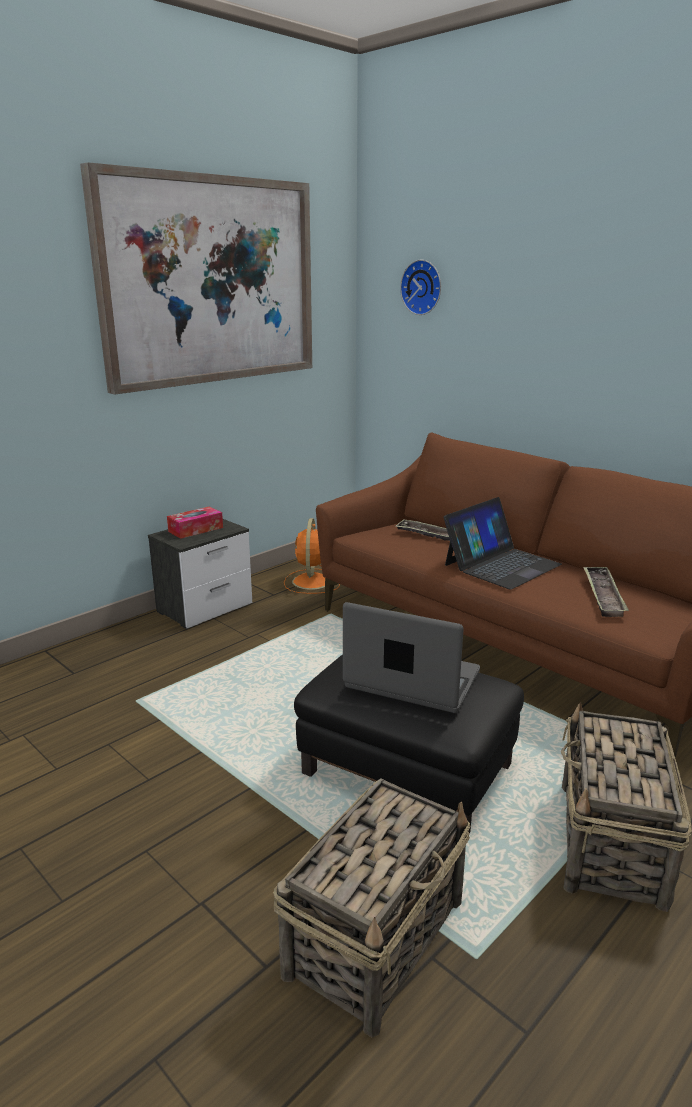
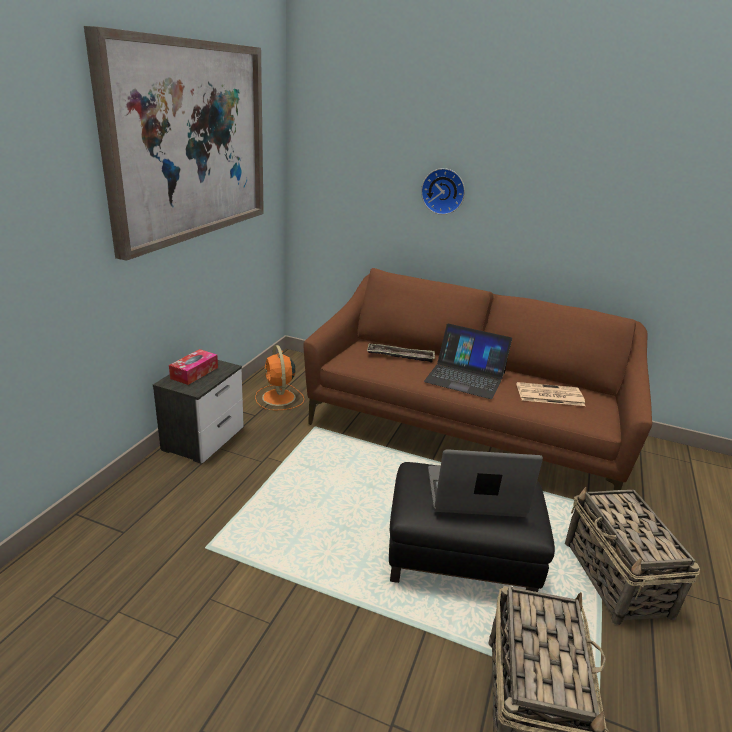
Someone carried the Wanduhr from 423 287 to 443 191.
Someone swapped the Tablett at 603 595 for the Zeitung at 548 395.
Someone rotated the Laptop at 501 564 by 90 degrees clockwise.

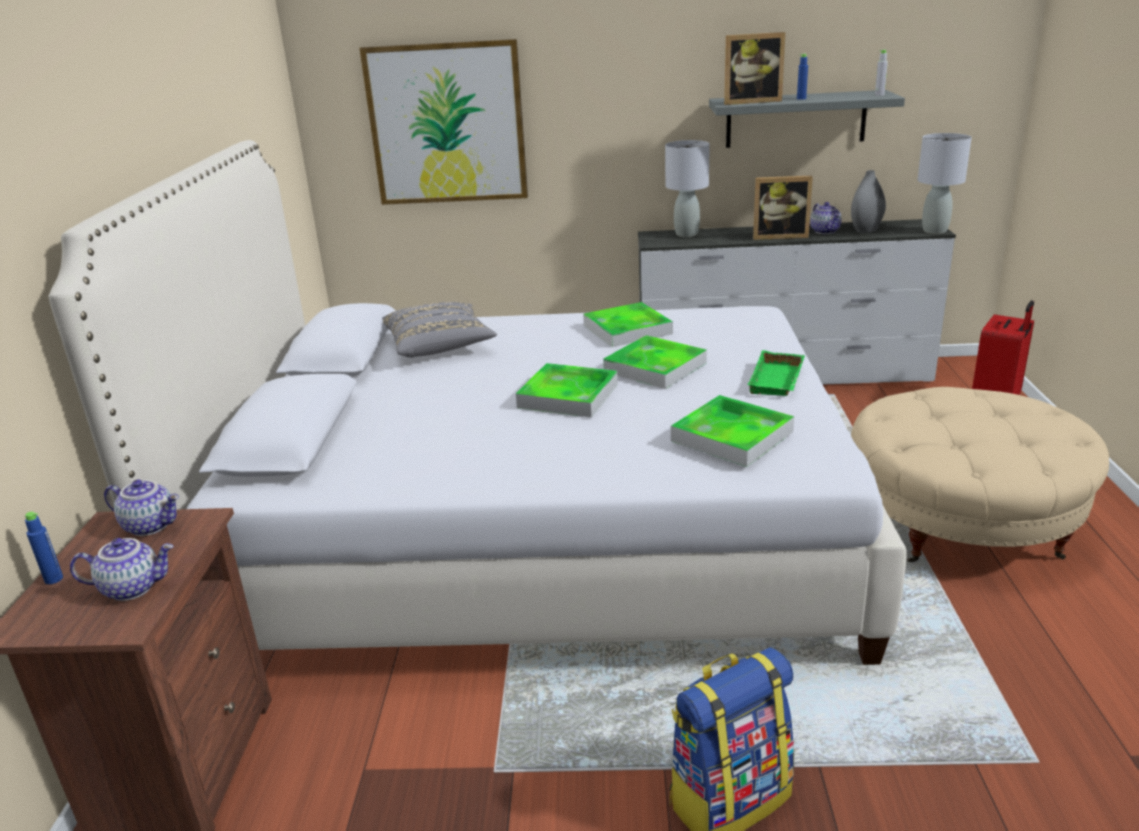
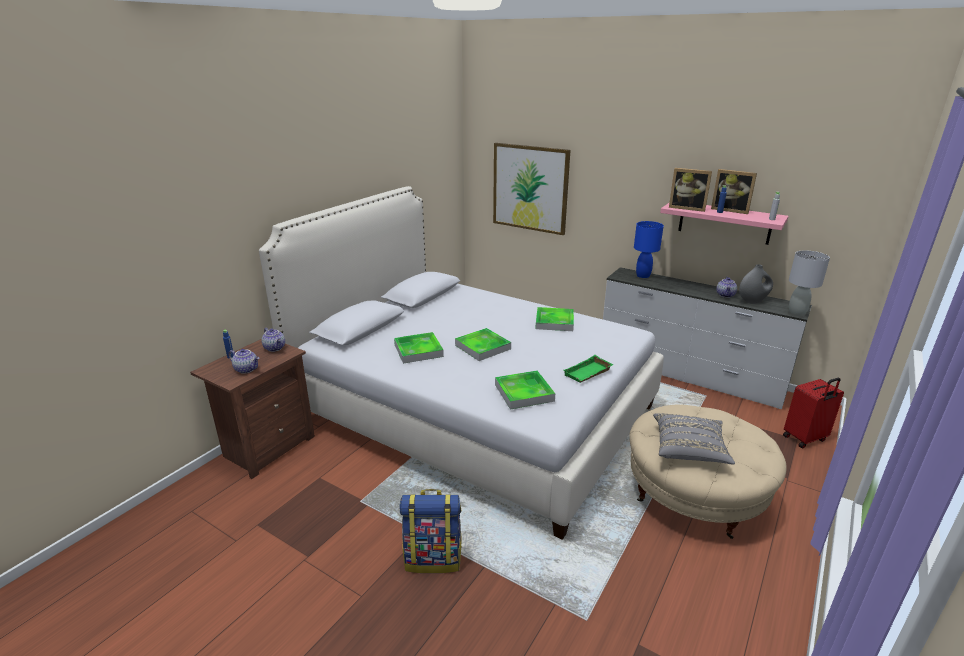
Someone carried the Kissen/grau from 439 347 to 689 449.
Someone carried the Tablett from 655 367 to 418 350.
Someone carried the Bilderrahmen from 779 236 to 730 210.
Someone repainted the Tischlampe/grau at 686 234, which became the Tischlampe/blau at 643 275.
Someone repainted the Wandregal/grau at 795 119, which became the Wandregal/rosa at 724 222.

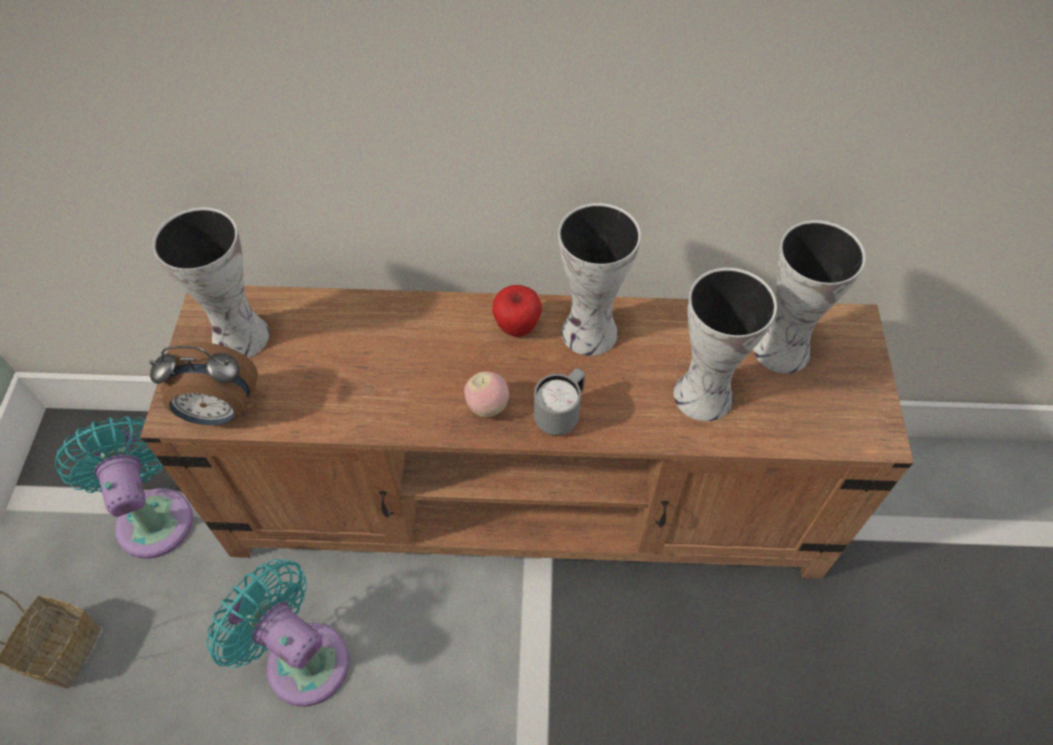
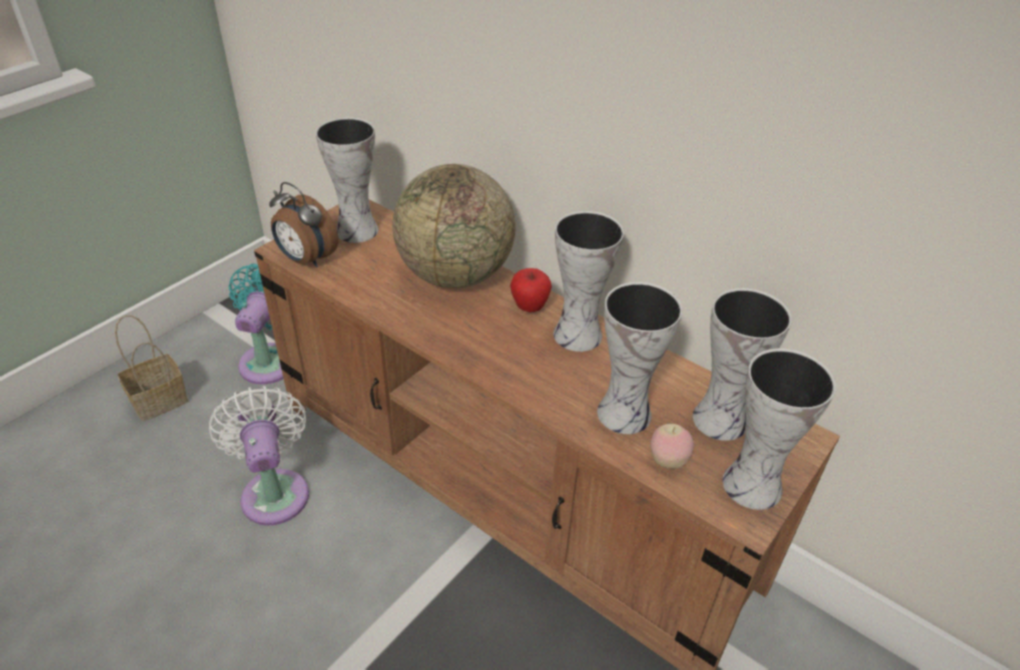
Someone took away the Henkelbecher/grau at 560 415.
Someone put down the Globus at 455 275.
Someone put down the Vase at 749 483.
Someone carried the Apfel from 487 407 to 667 461.
Someone repainted the Ventilator/türkis at 301 658, which became the Ventilator/weiß at 274 491.

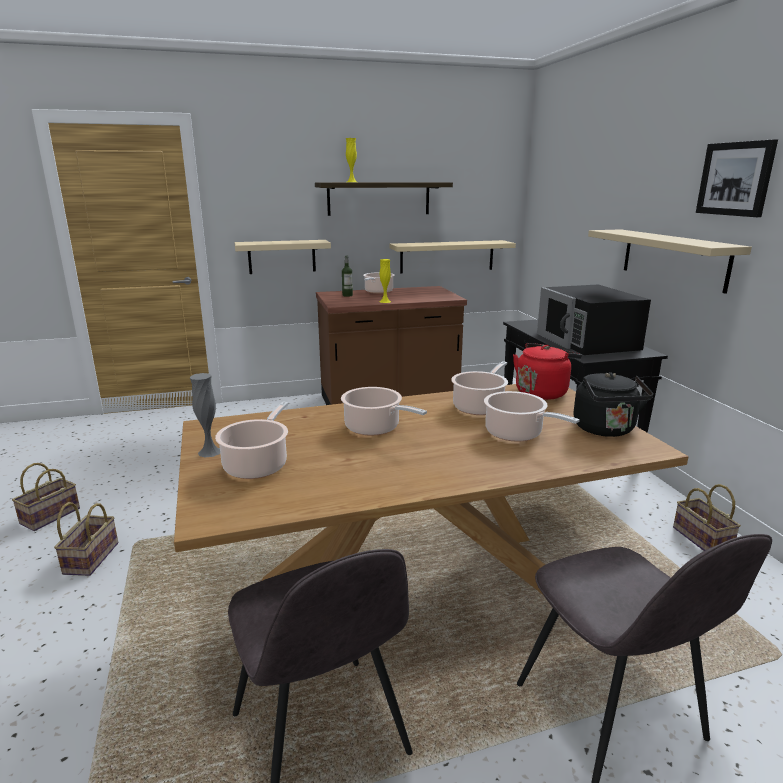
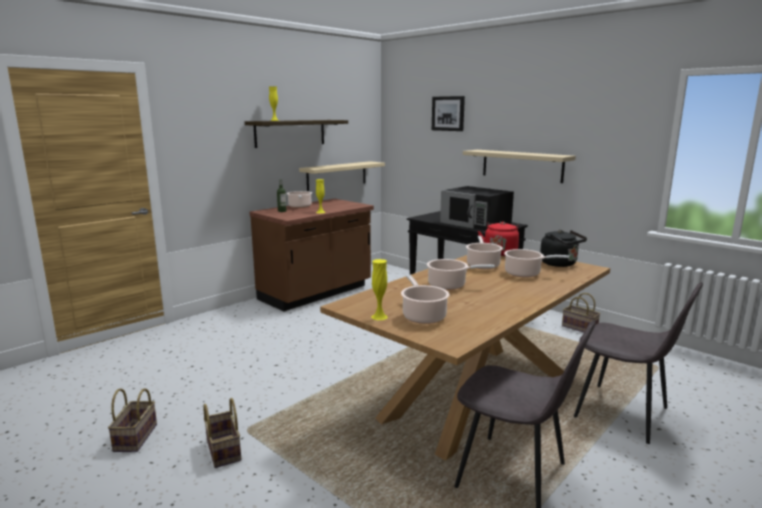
Someone took away the Wandregal/beige at 282 256.
Someone carried the Bild from 735 179 to 448 113.
Someone repainted the Vase/grau at 209 452, which became the Vase/gelb at 379 317.

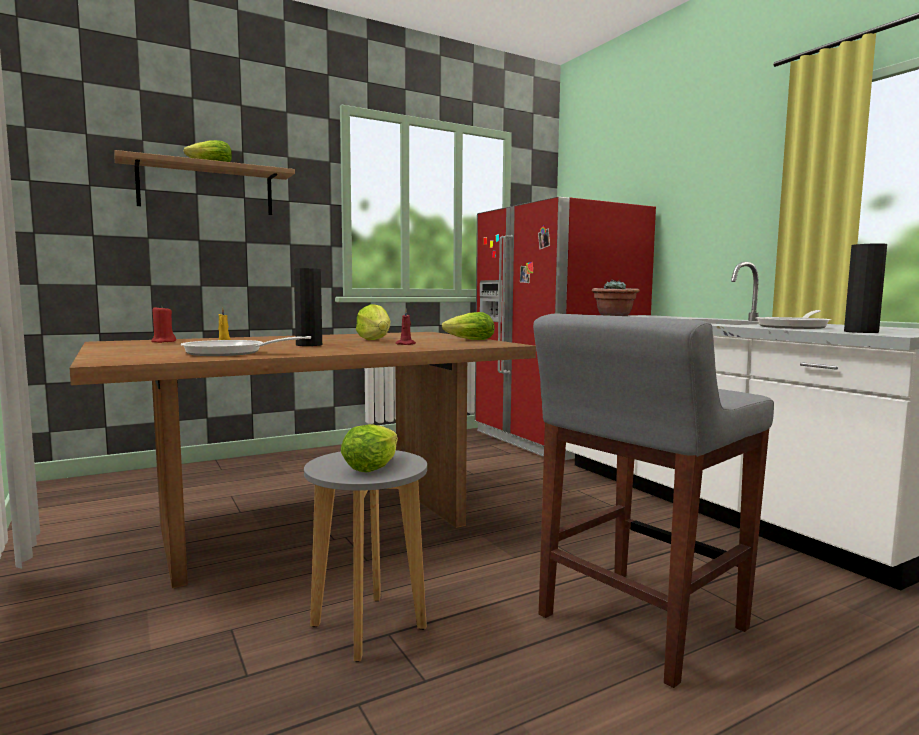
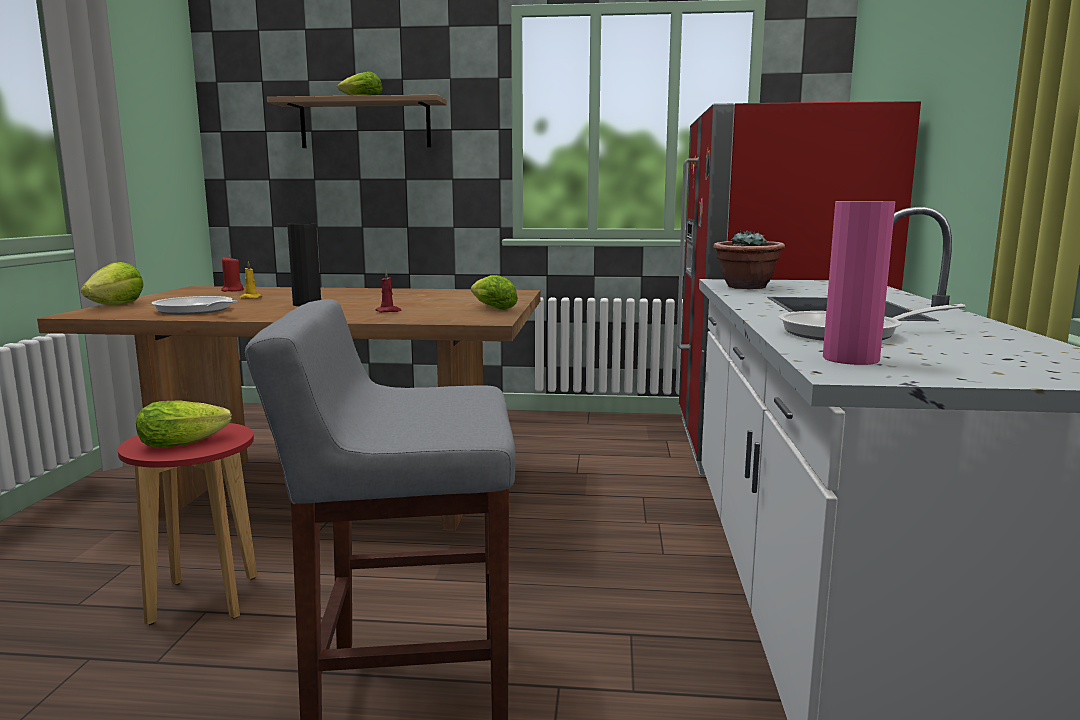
Someone carried the Salatkopf from 375 340 to 116 305.
Someone repainted the Hocker/grau at 367 627, which became the Hocker/rot at 204 599.
Someone repainted the Vase/schwarz at 861 332, which became the Vase/rosa at 850 359.

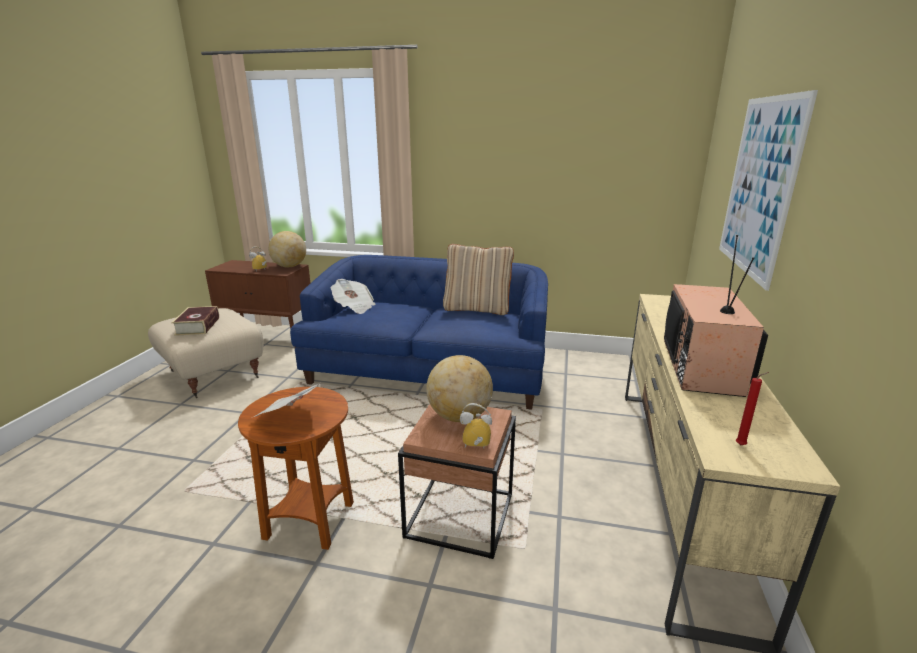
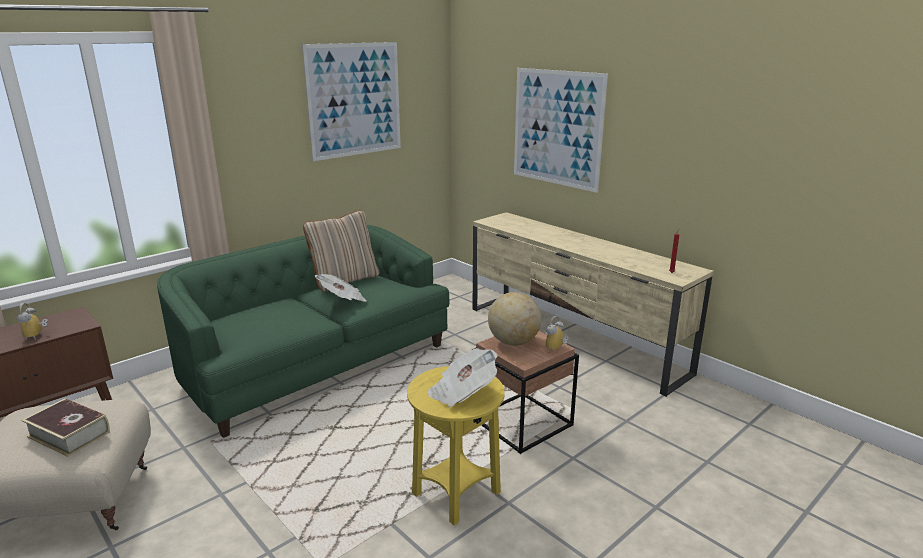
Someone took away the Globus at 289 266.
Someone took away the Fernseher at 703 367.
Someone put up the Bild at 355 100.
Someone carried the Zeitung from 354 307 to 342 300.
Someone repainted the Beistelltisch/braun at 310 521, which became the Beistelltisch/gelb at 456 493.
Someone repainted the Sofa/blau at 429 372, which became the Sofa/grün at 315 365.

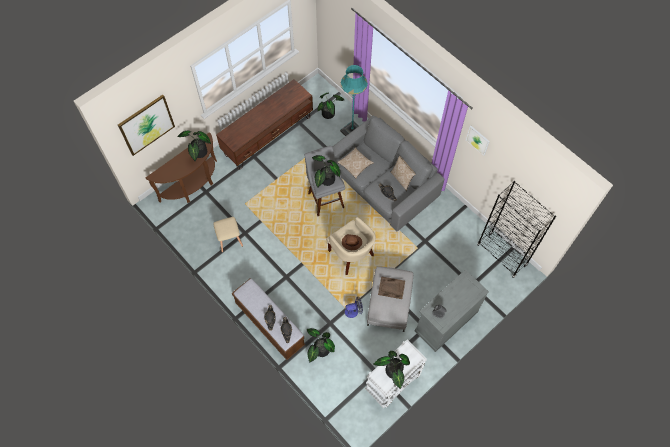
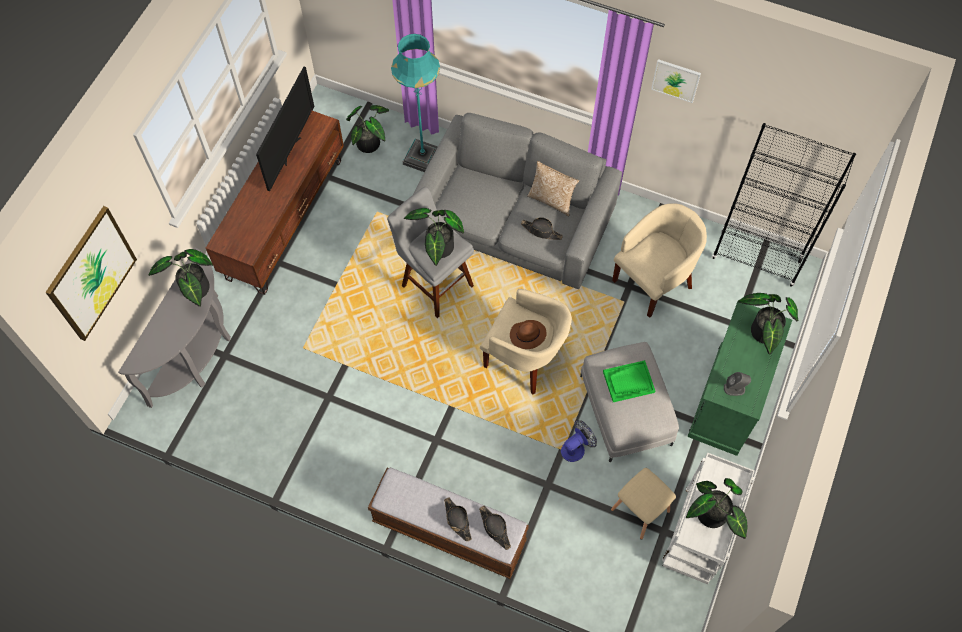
Someone took away the Kissen at 355 165.
Someone put down the Fernseher at 290 150.
Someone put down the Sessel/beige at 653 281.
Someone carried the Hocker/beige from 229 239 to 639 510.
Someone carried the Topfpflanze from 320 350 to 762 334.
Someone repainted the Konsolentisch/braun at 193 186, which became the Konsolentisch/grau at 197 355.
Someone repainted the Tablett/braun at 391 288, which became the Tablett/grün at 628 382.
Someone repainted the Schrank/grau at 446 321, which became the Schrank/grün at 727 399.

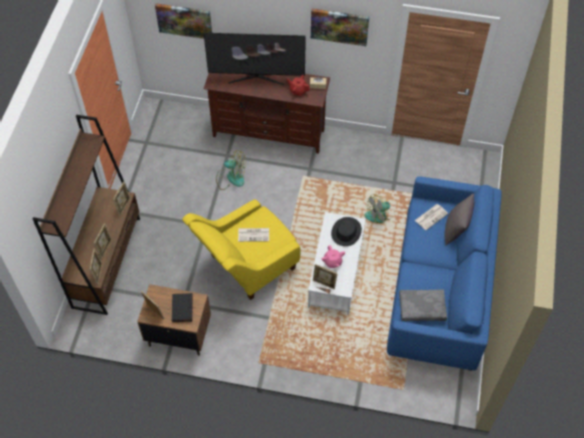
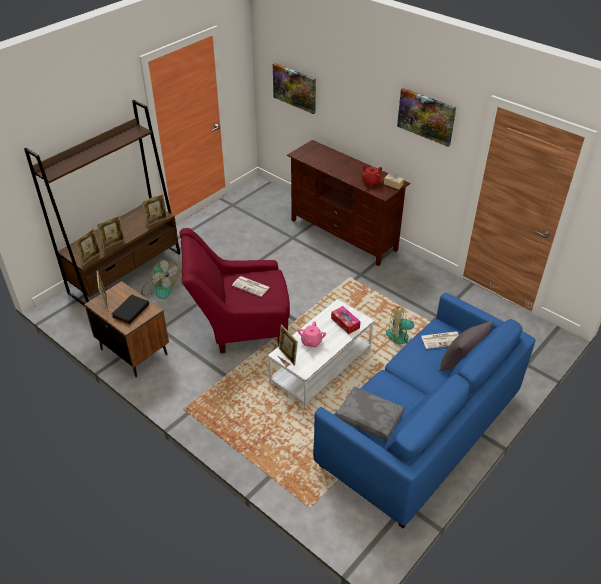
Someone took away the Fernseher at 256 77.
Someone carried the Ventilator from 231 177 to 160 288.
Someone swapped the Hut/schwarz at 346 232 for the Taschentuchbox at 345 323.
Someone repainted the Sessel/gelb at 246 266, which became the Sessel/rot at 239 325.

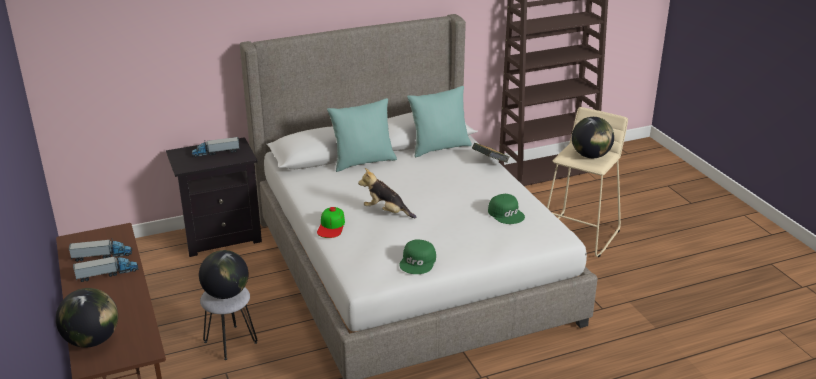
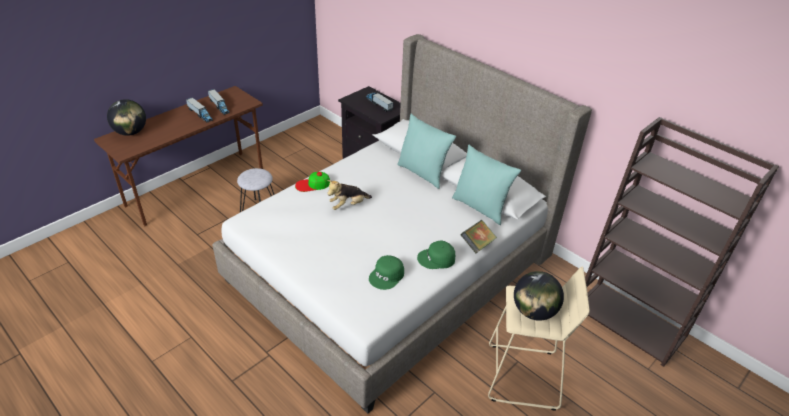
Someone took away the Globus at 226 294.
Someone carried the Kappe/grün from 418 262 to 436 259.
Someone rotated the Plüschtier at 386 212 by 120 degrees counterclockwise.

